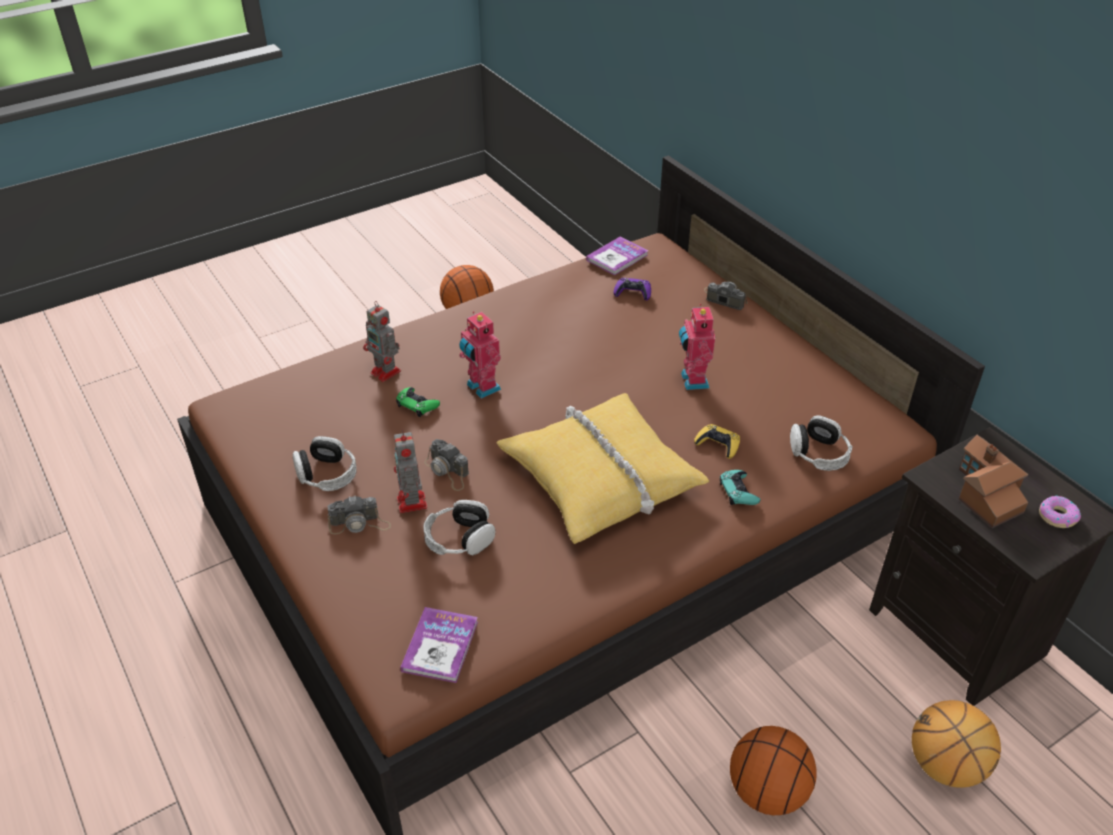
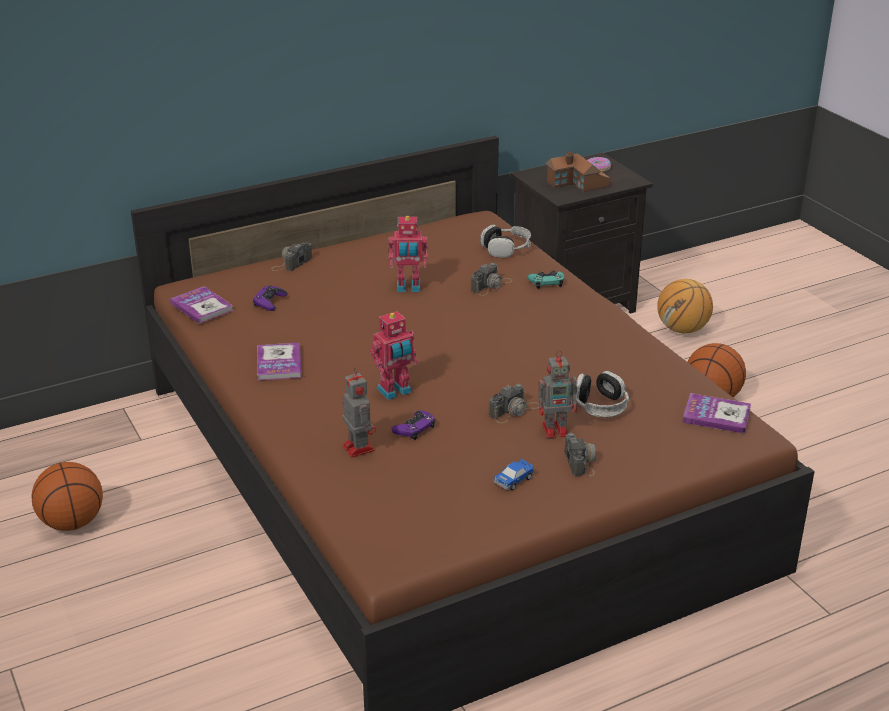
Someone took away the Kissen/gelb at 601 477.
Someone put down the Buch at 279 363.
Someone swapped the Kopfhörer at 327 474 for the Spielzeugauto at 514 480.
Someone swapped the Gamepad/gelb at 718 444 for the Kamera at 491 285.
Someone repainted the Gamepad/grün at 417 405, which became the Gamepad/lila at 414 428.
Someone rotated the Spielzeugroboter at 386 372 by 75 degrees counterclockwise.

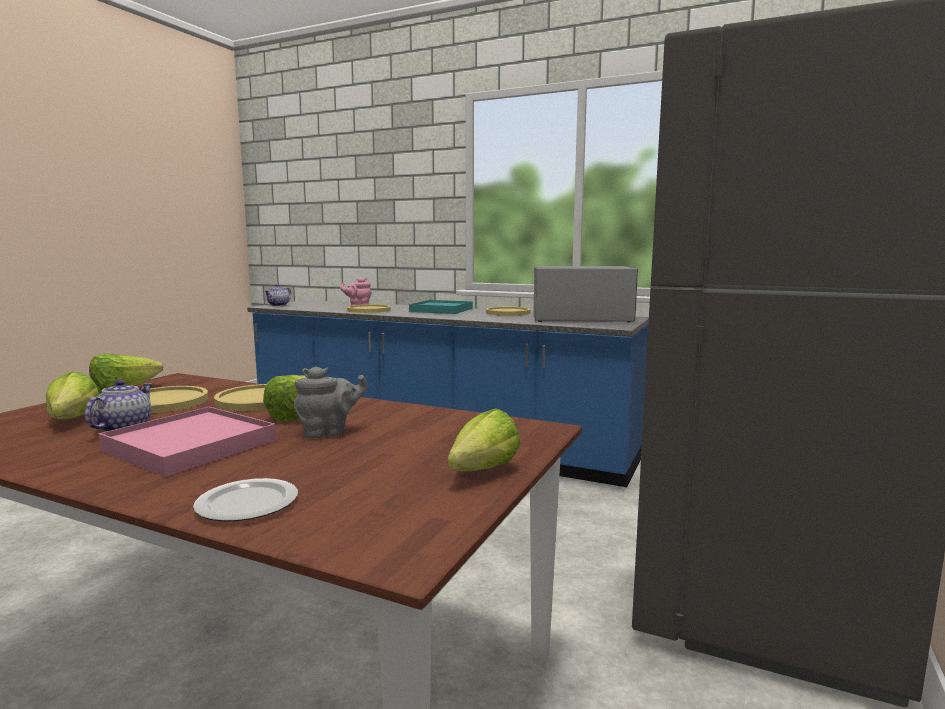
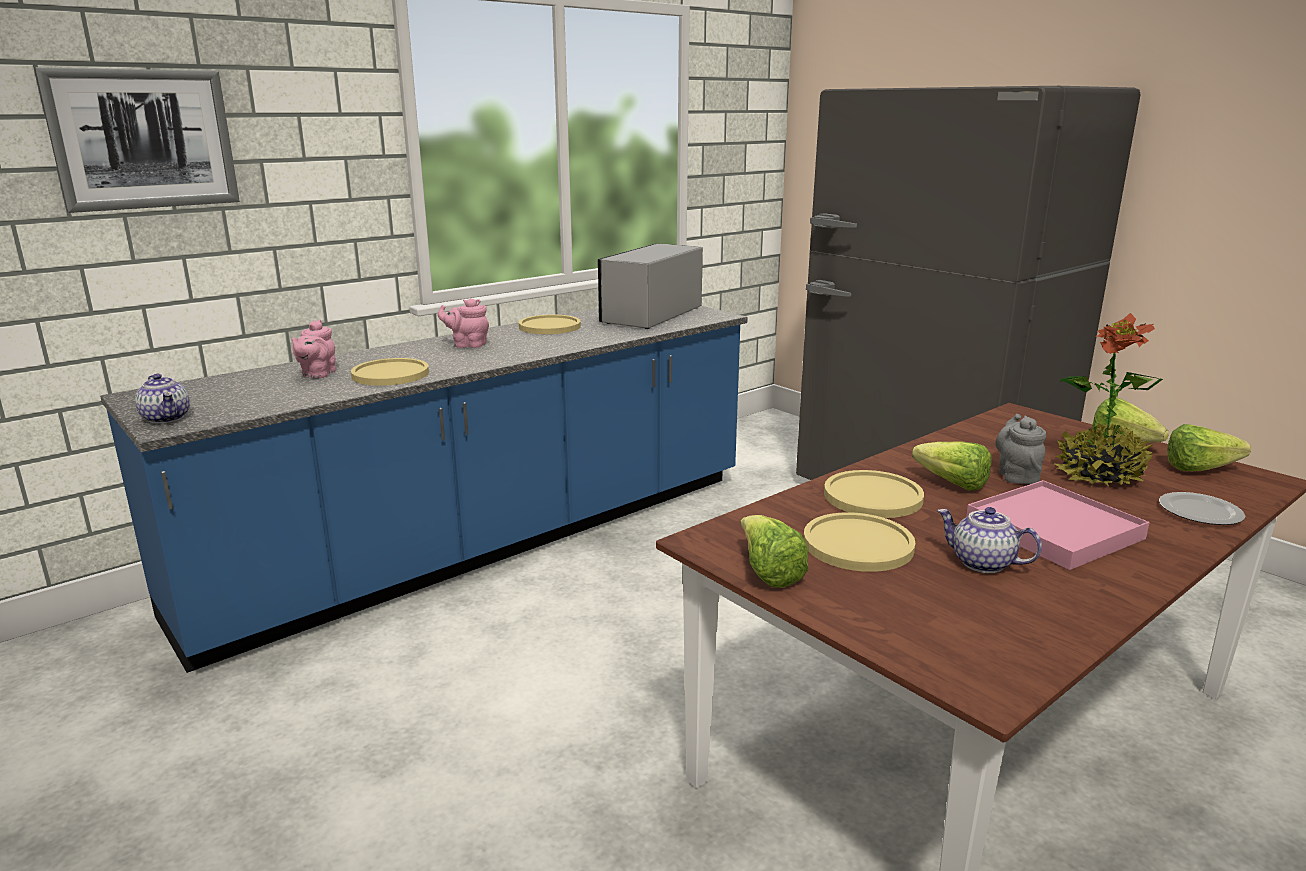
Someone put up the Bild at 143 139.
Someone put down the Topfpflanze at 1099 474.
Someone carried the Salatkopf from 68 422 to 1206 470.
Someone swapped the Tablett/türkis at 441 310 for the Teekanne/rosa at 467 345.

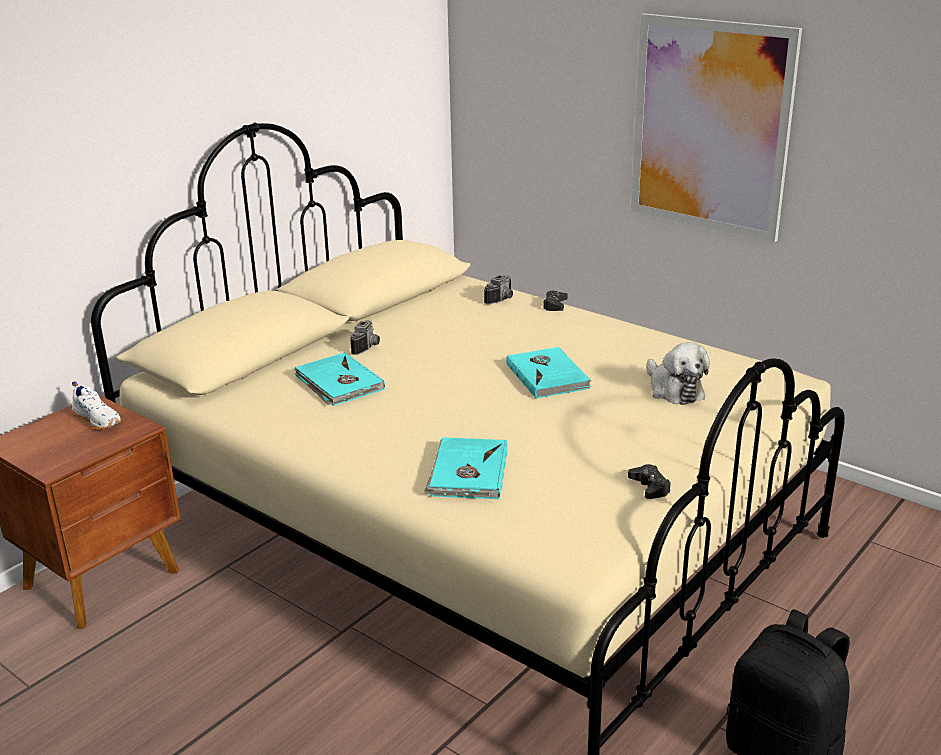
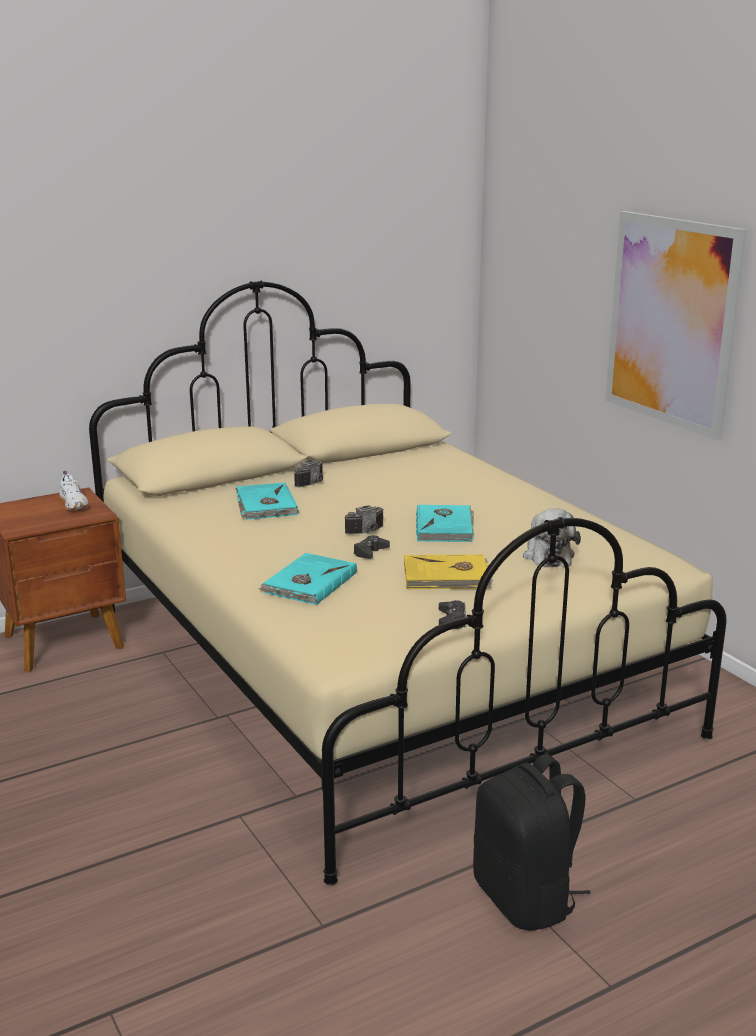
Someone put down the Buch/gelb at 447 577.
Someone carried the Kamera from 502 299 to 367 532.
Someone carried the Gamepad/schwarz from 554 305 to 370 552.

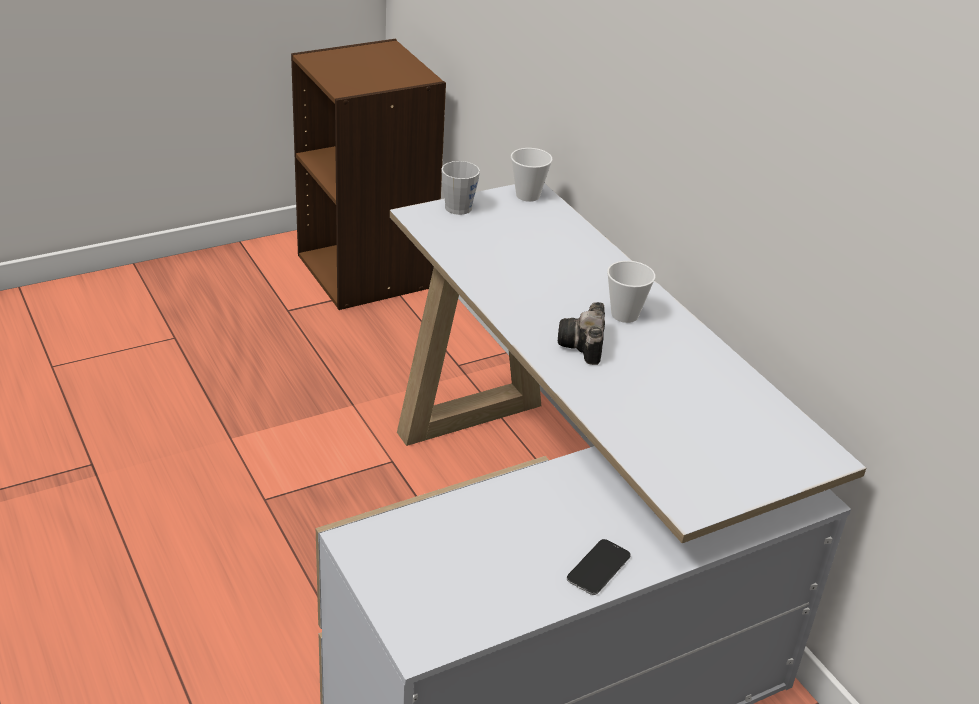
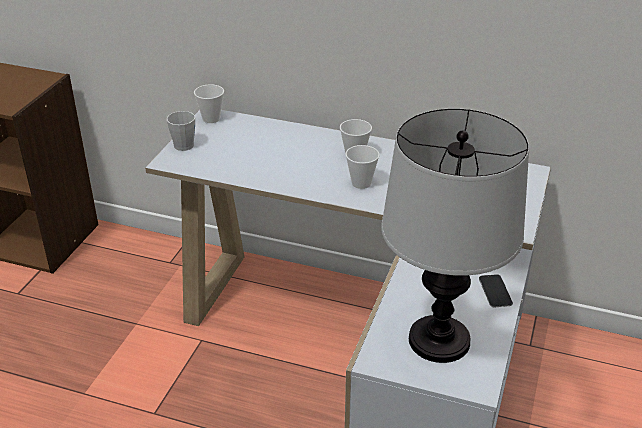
Someone put down the Tischlampe at 438 340.
Someone swapped the Kamera at 584 347 for the Tasse at 361 183.

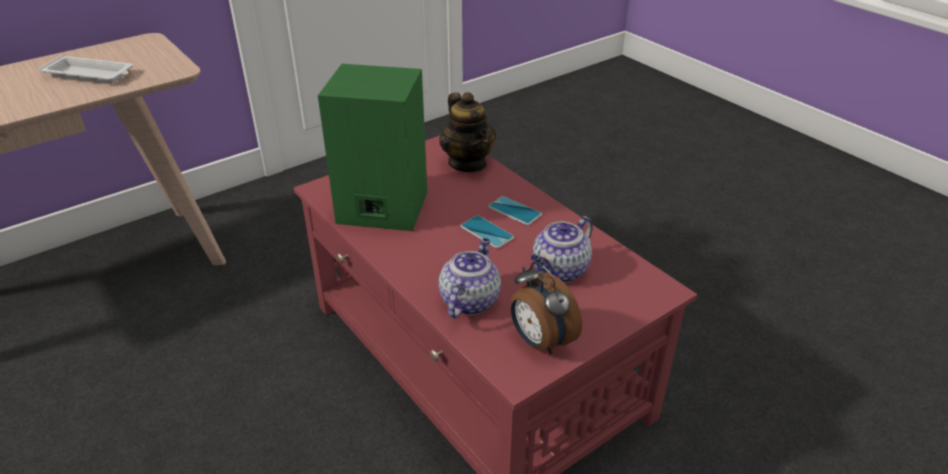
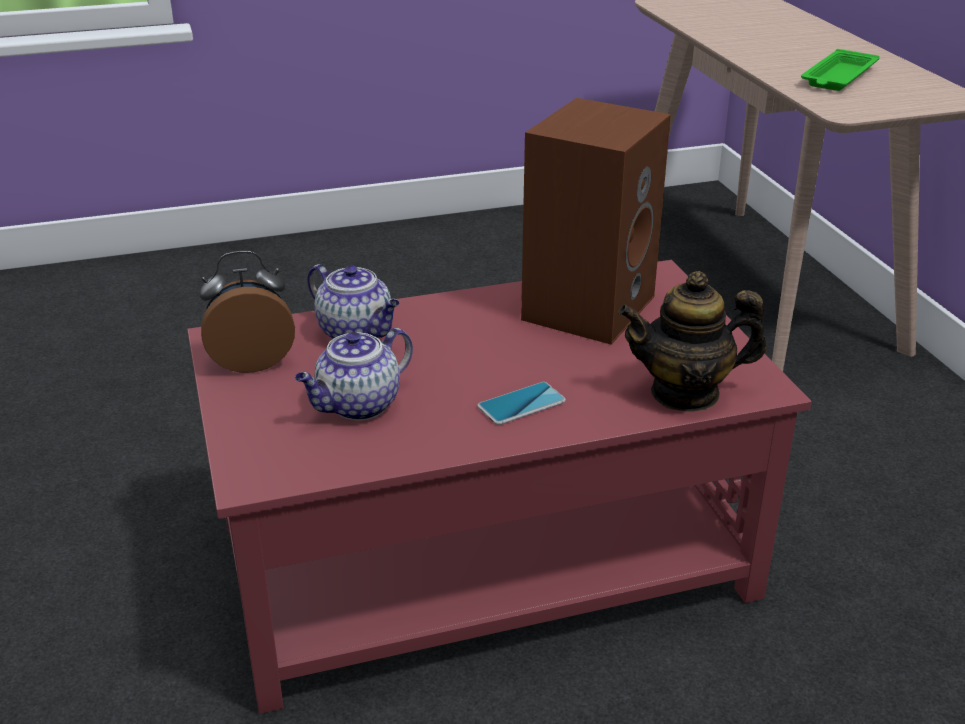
Someone took away the Handy at 487 232.
Someone repainted the Tablett/weiß at 90 75, which became the Tablett/grün at 838 77.
Someone repainted the Lautsprecher/grün at 380 208, which became the Lautsprecher/braun at 587 306.
Someone rotated the Teekanne at 560 271 by 105 degrees counterclockwise.

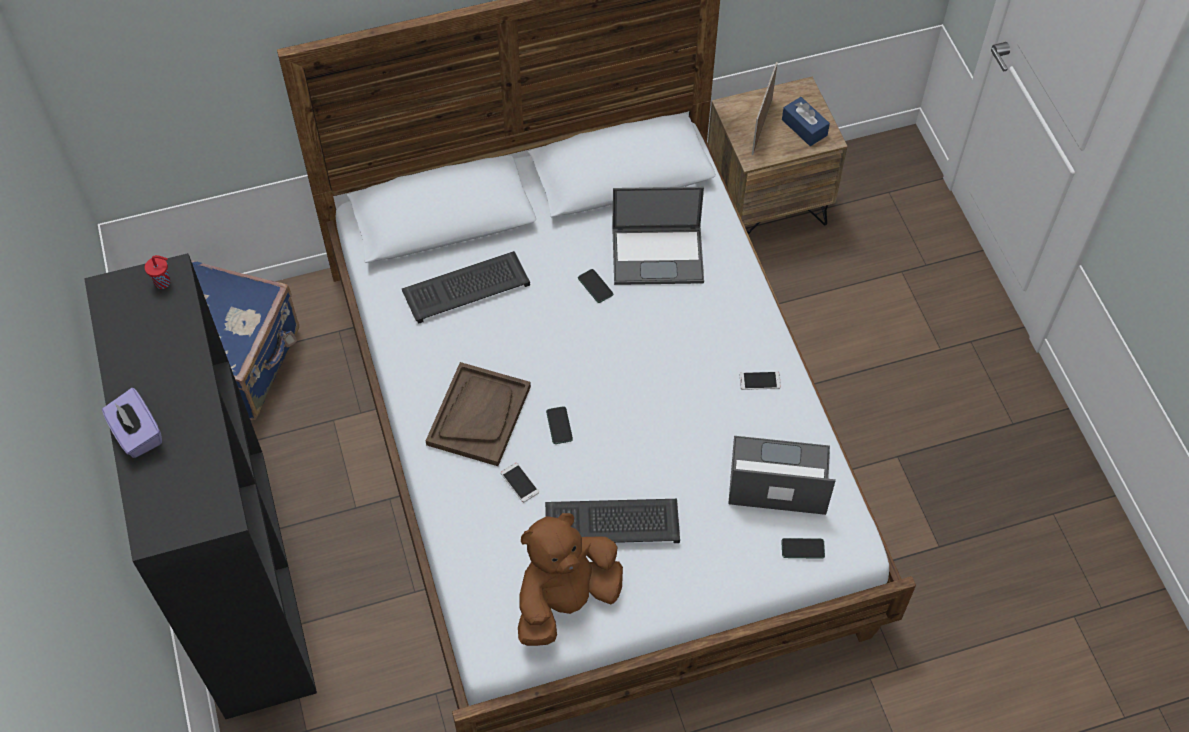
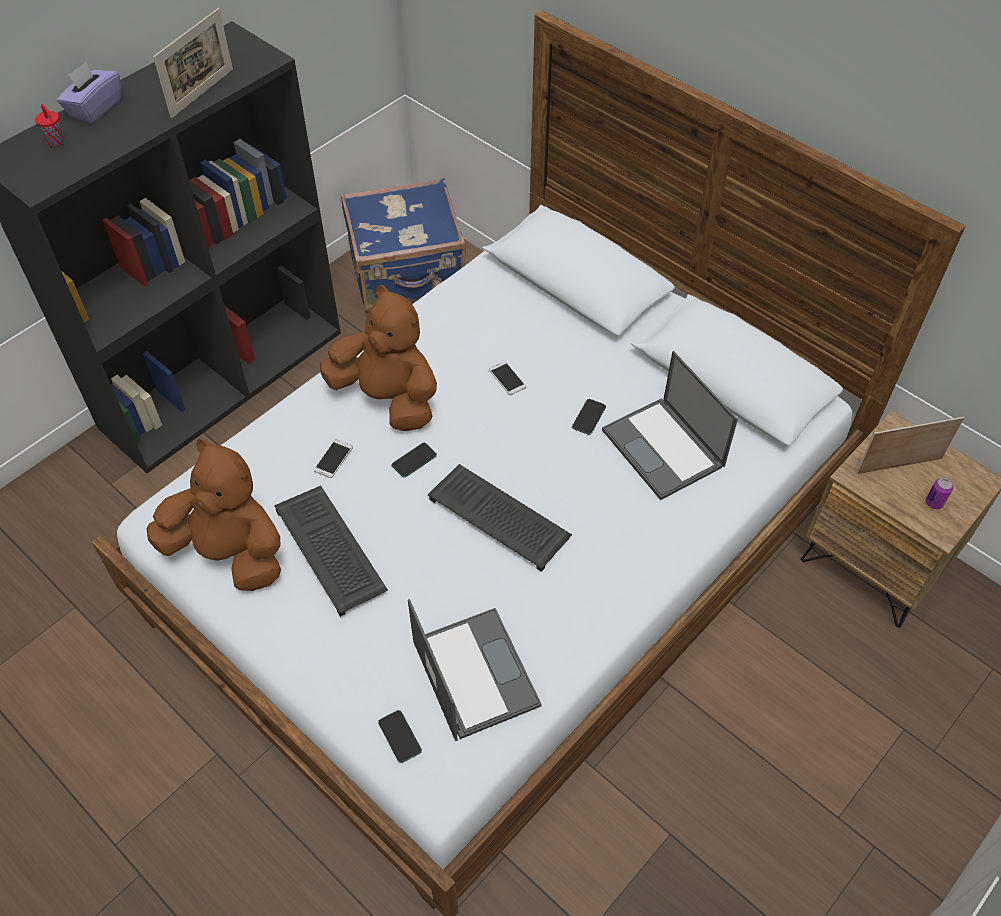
Someone put down the Bilderrahmen at 202 93.
Someone carried the Tasse/rot from 163 282 to 57 143.
Someone carried the Tastatur from 467 287 to 501 517.
Someone carried the Handy from 760 381 to 507 378.
Someone swapped the Tablett/braun at 479 415 for the Plüschtier/braun at 388 398.
Someone swapped the Taschentuchbox/blau at 804 127 for the Dose at 934 503.

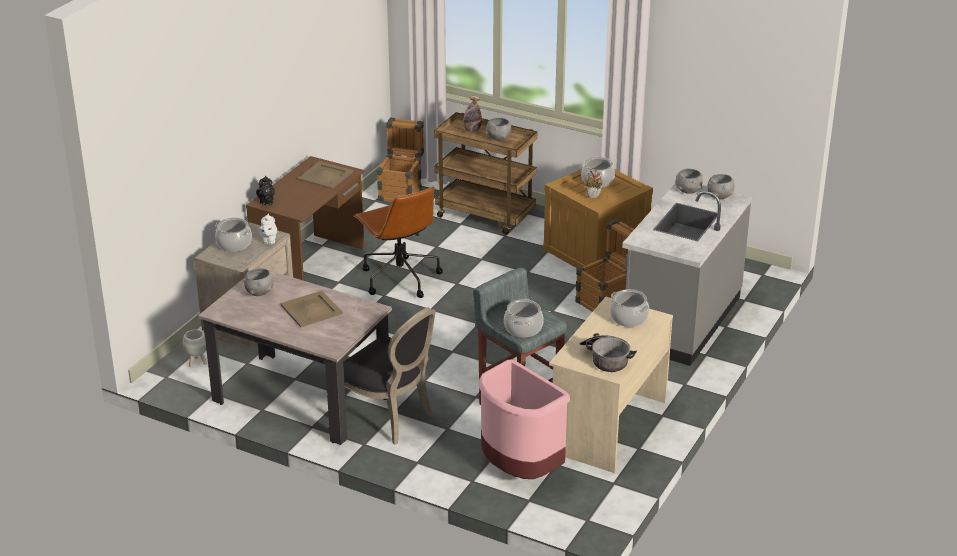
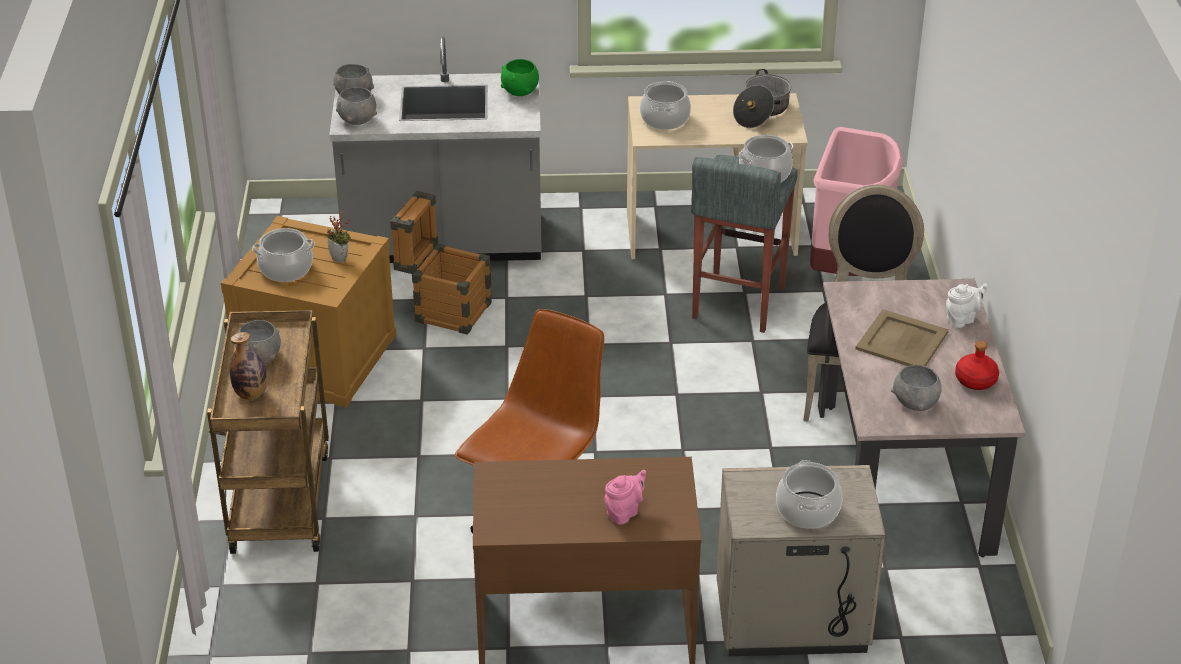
Someone took away the Pflanzkübel/weiß at 197 363.
Someone took away the Teekanne/schwarz at 266 202.
Someone took away the Tablett/beige at 325 175.
Someone took away the Kiste at 402 191.
Someone put down the Schüssel/grün at 519 91.
Someone put down the Teekanne/rosa at 624 512.
Someone put down the Flasche/rot at 975 381.
Someone carried the Teekanne/weiß from 268 241 to 962 319.

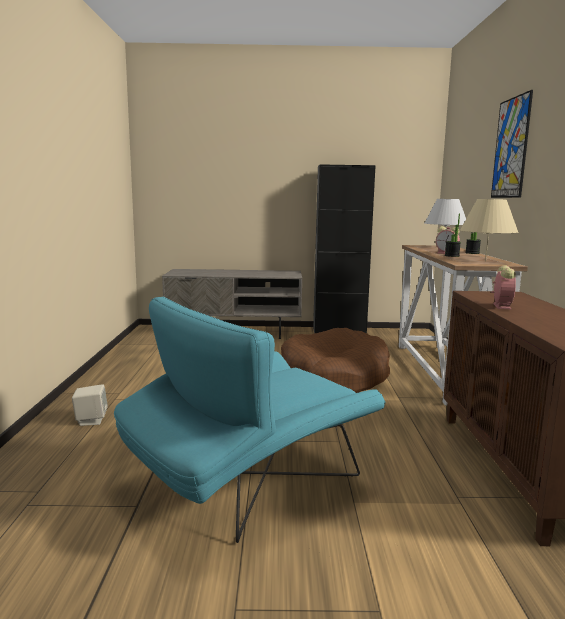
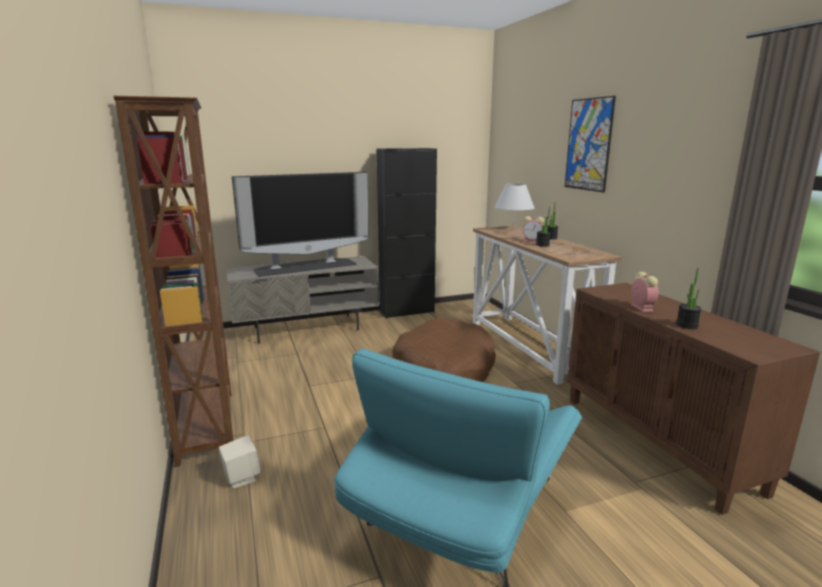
Someone took away the Tischlampe/beige at 485 261.
Someone put down the Bücherregal/braun at 208 425.
Someone put down the Fernseher at 305 266.
Someone put down the Topfpflanze at 687 325.

